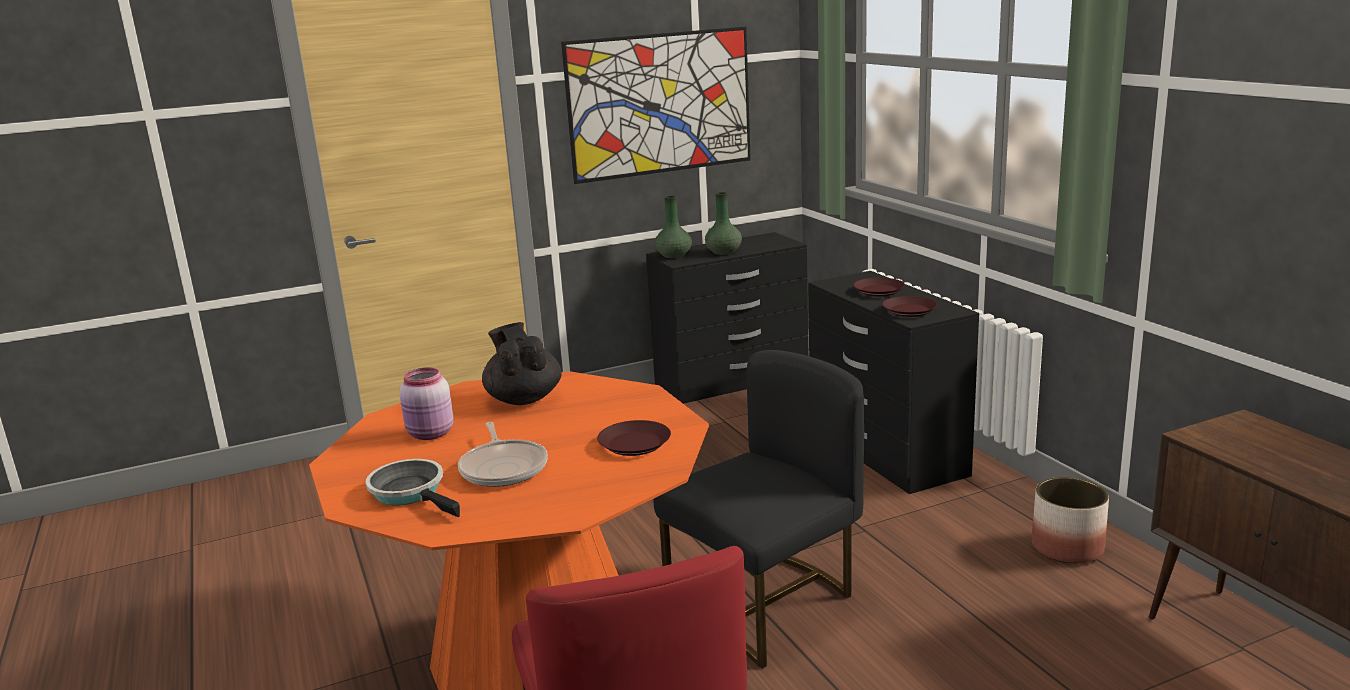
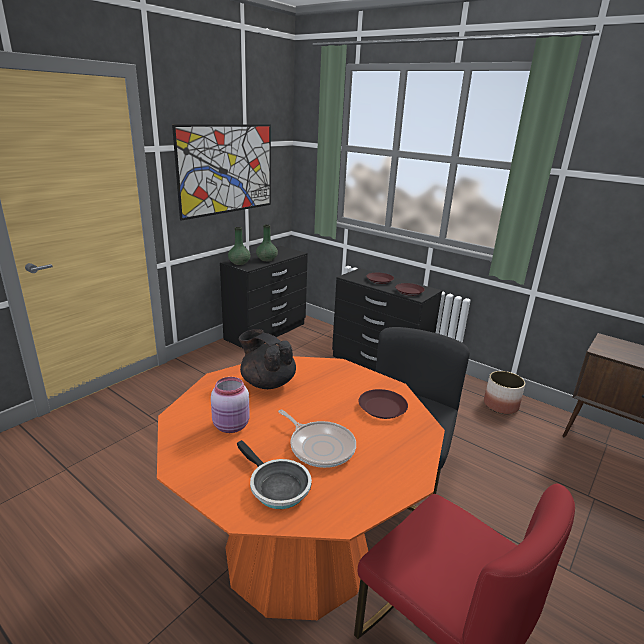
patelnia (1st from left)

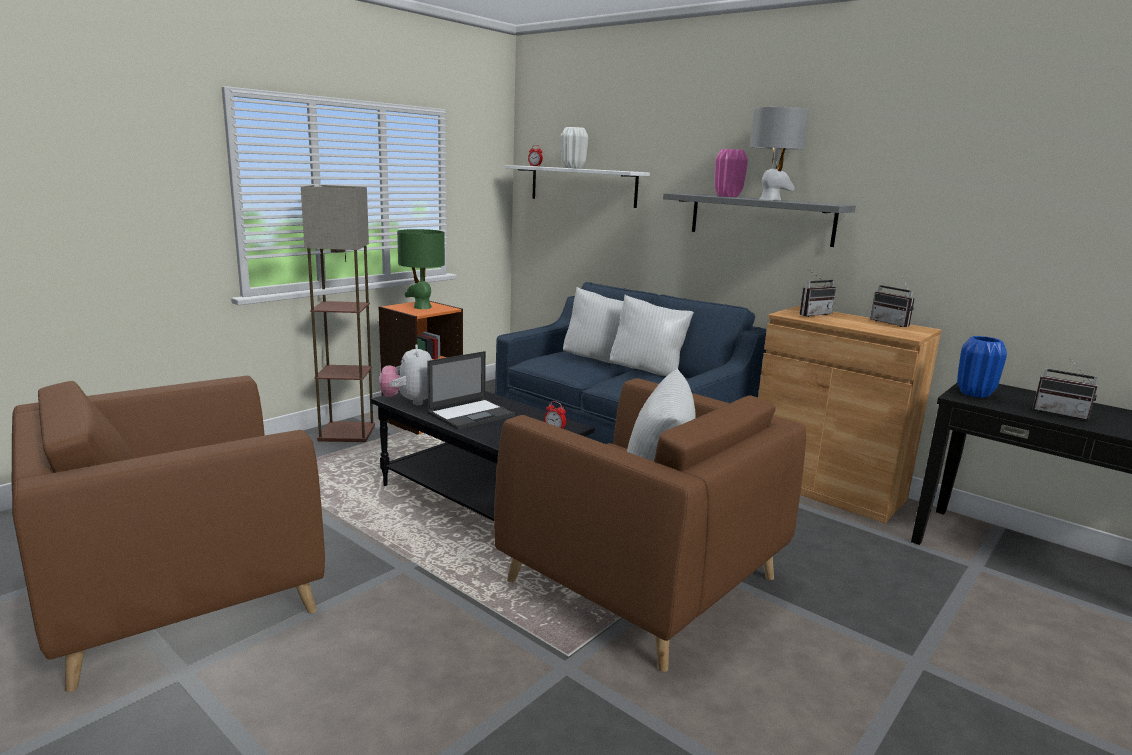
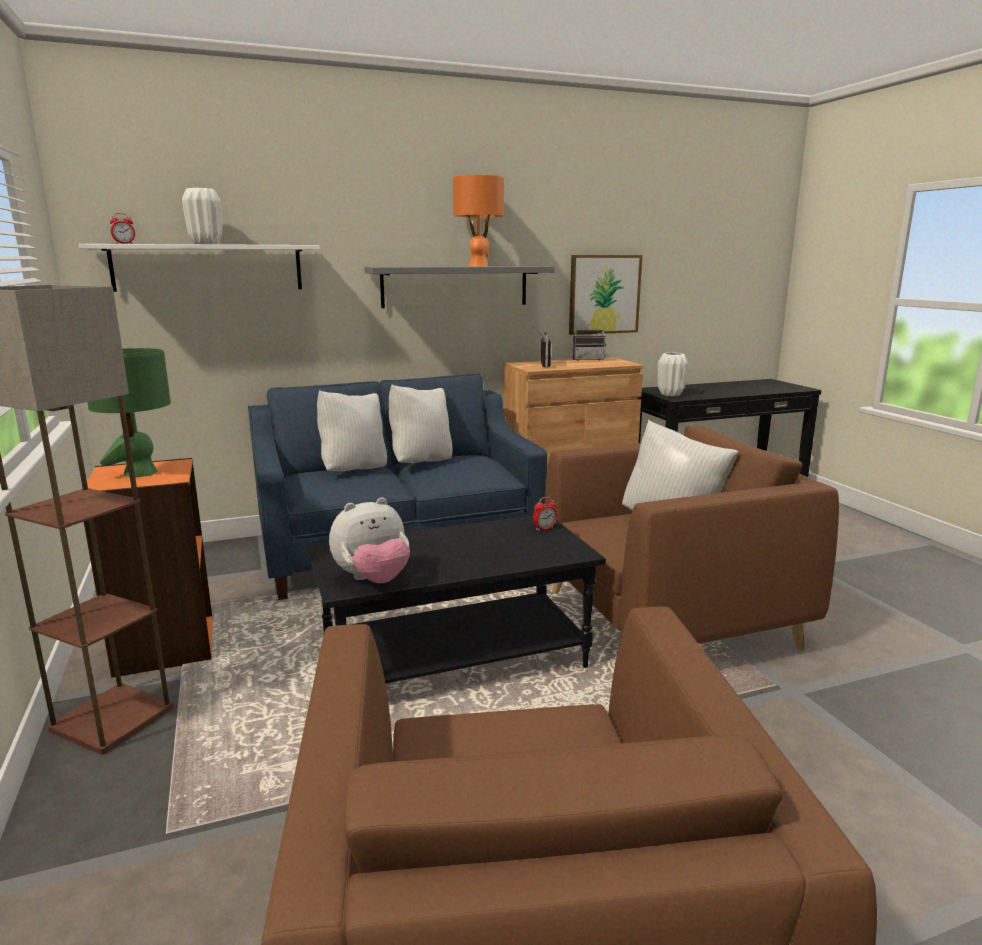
pluszak
lampa stołowa (pomarańczowy)
obraz
wazon (biały) (2nd from left)
laptop
wazon (różowy)
radio (3rd from left in the first image)

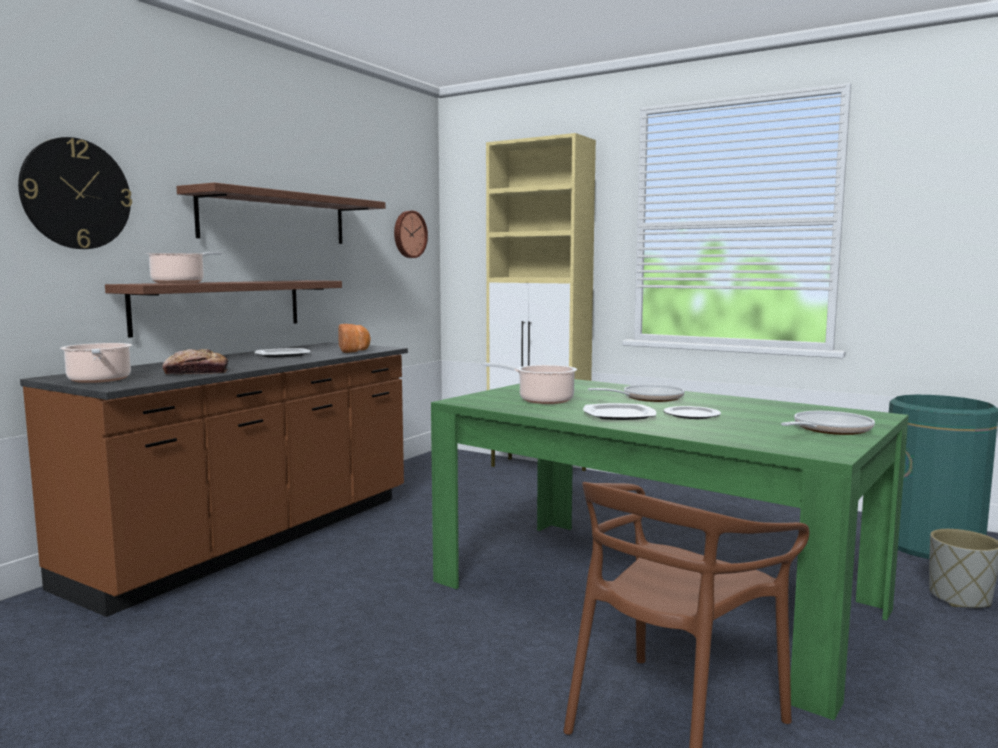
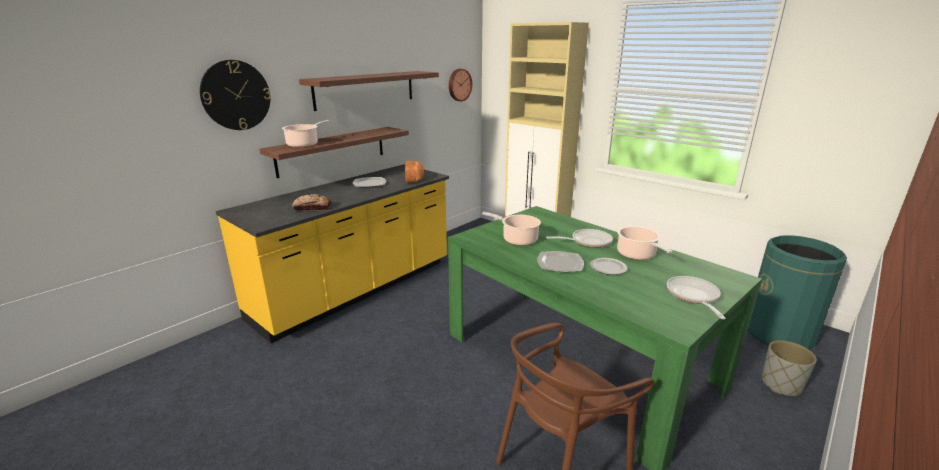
zabudowa kuchenna (żółty)
garnek (3rd from left)
patelnia (2nd from left)

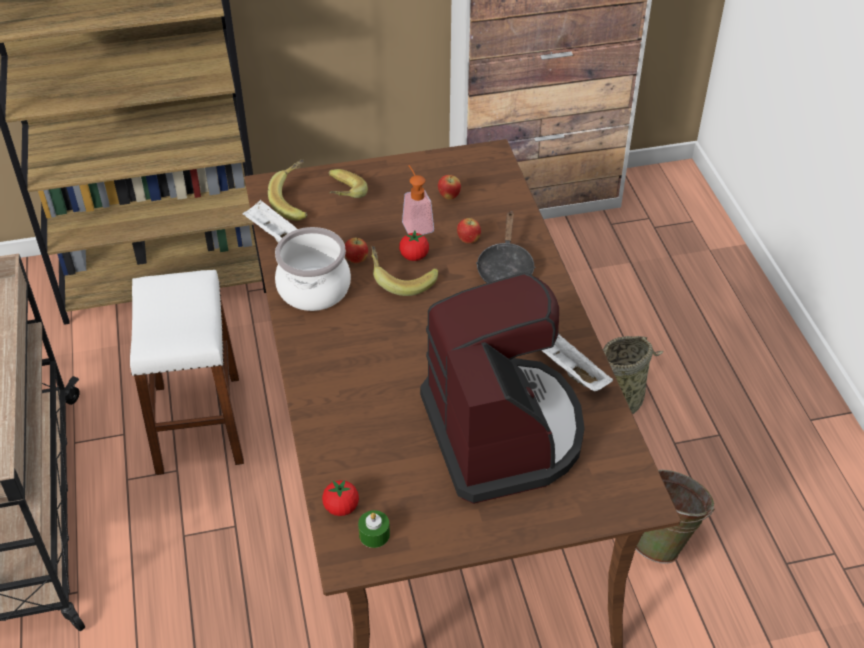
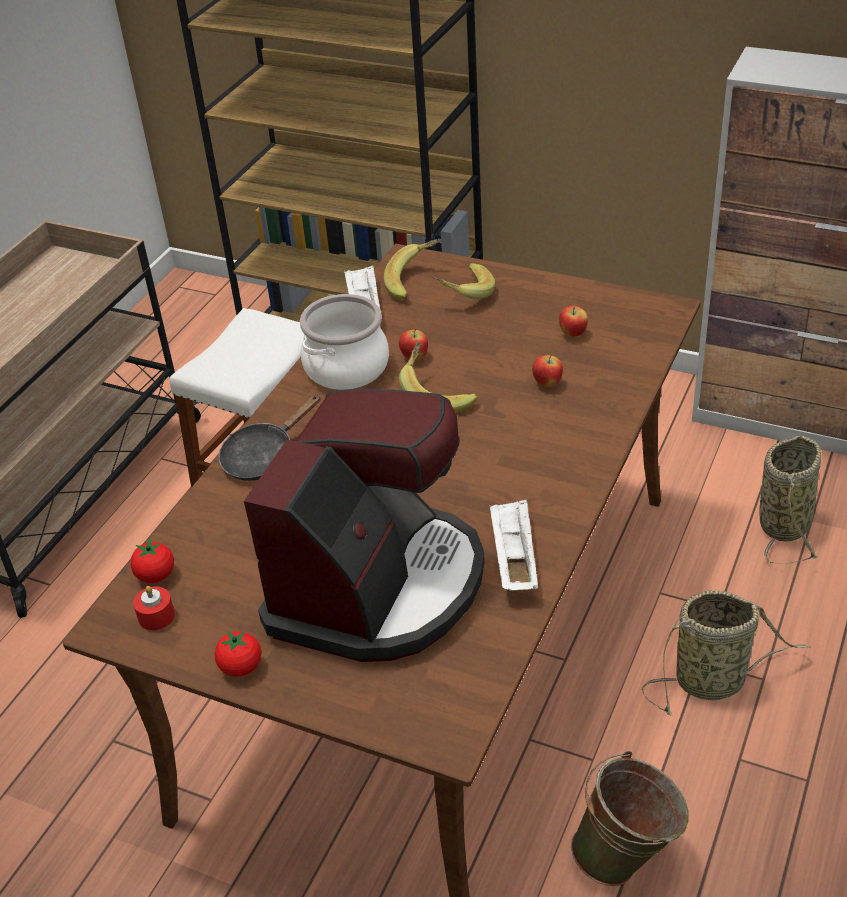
świeca (czerwony)
pomidor (2nd from left)
patelnia (czarny)
koszyk (2nd from left)
dozownik mydła

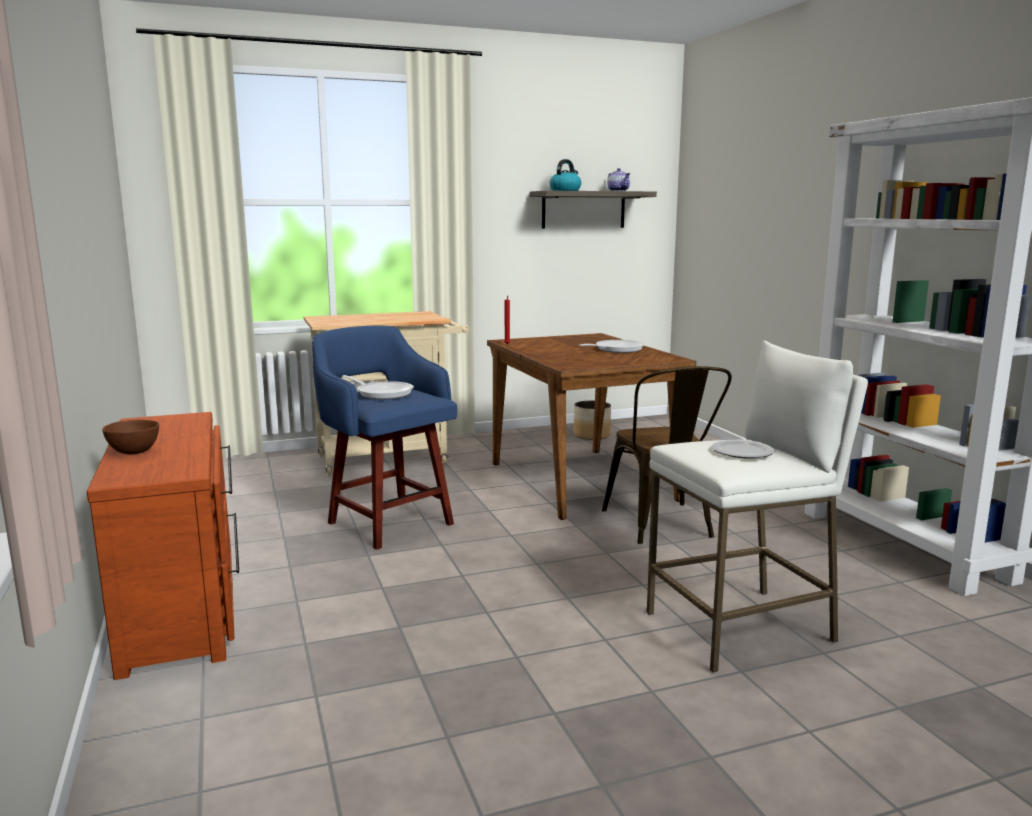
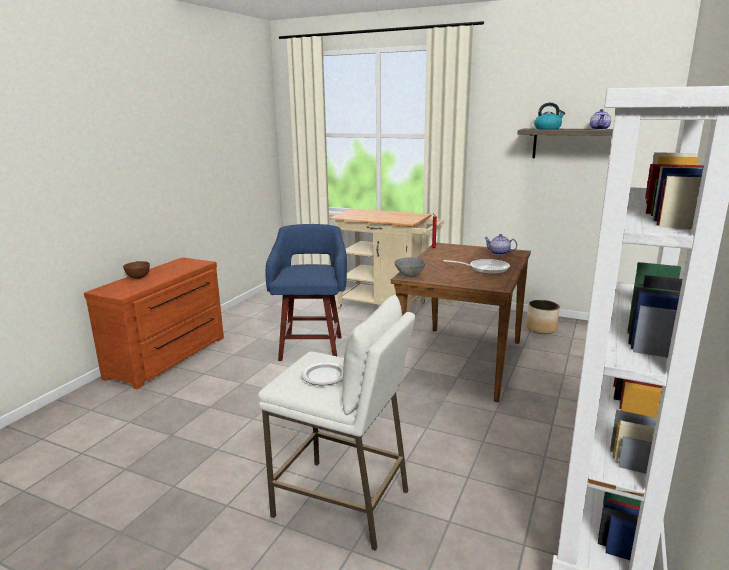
miska (szary)
imbryk (1st from left)
patelnia (1st from left in the first image)
krzesło (brązowy)

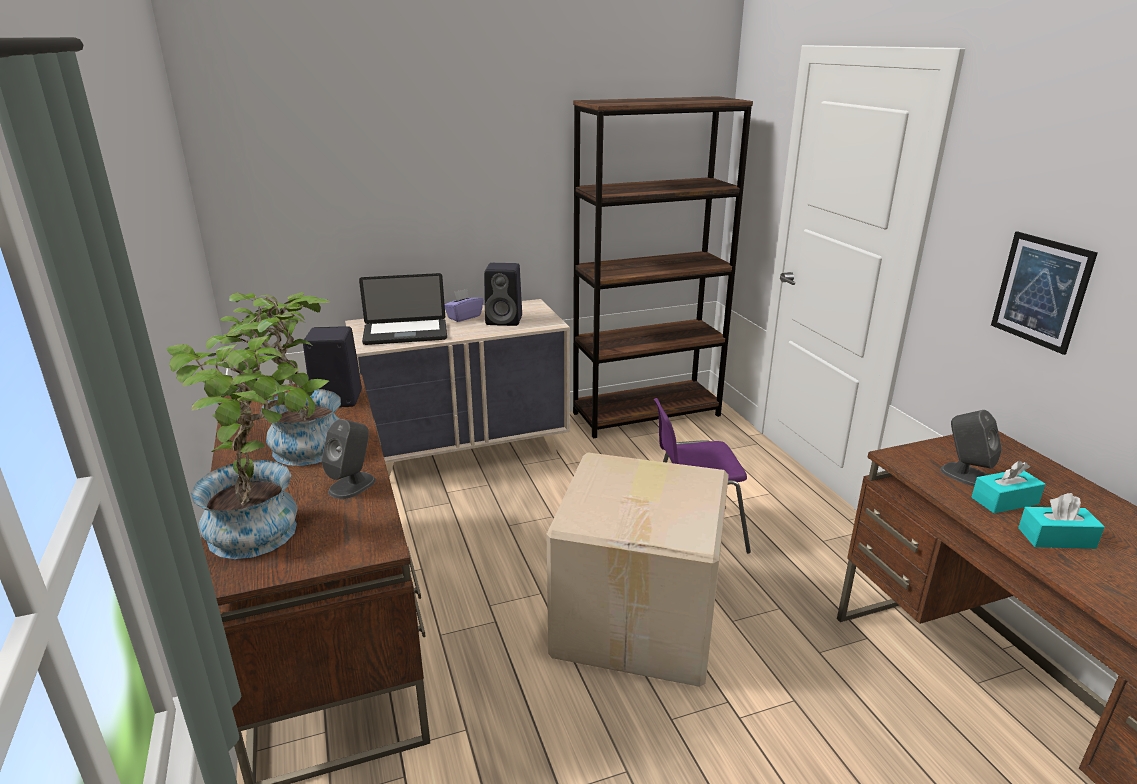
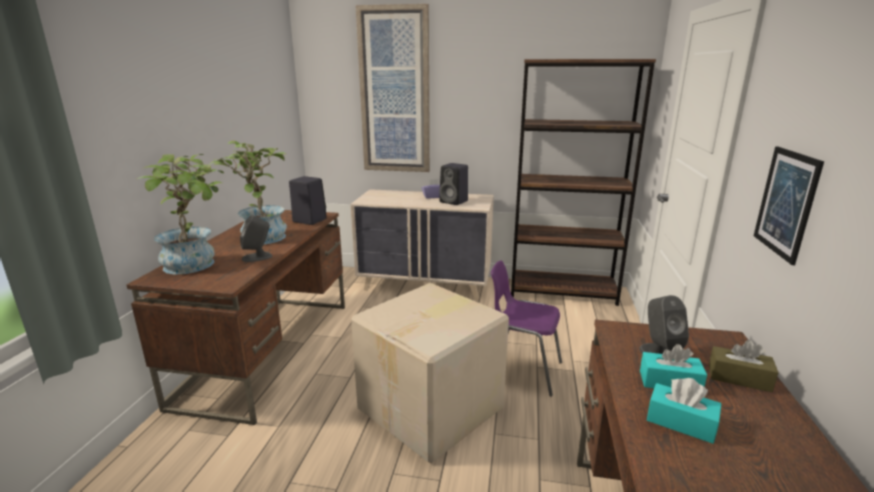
obraz (1st from left)
pudełko chusteczek (brązowy)
laptop

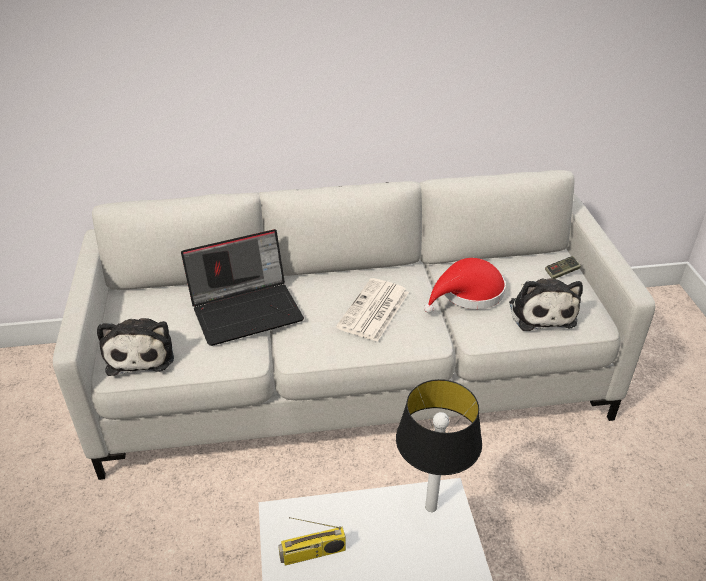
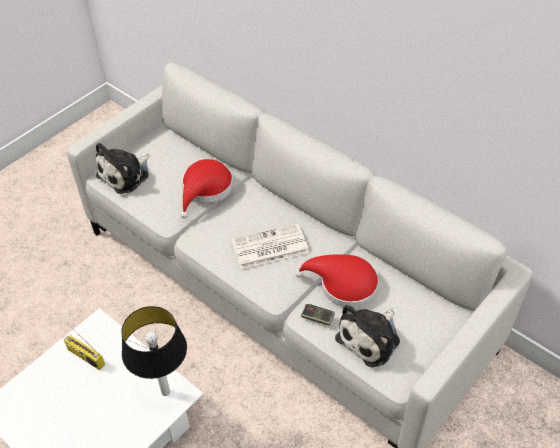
kapelusz (czerwony) (1st from left)
pad do gier

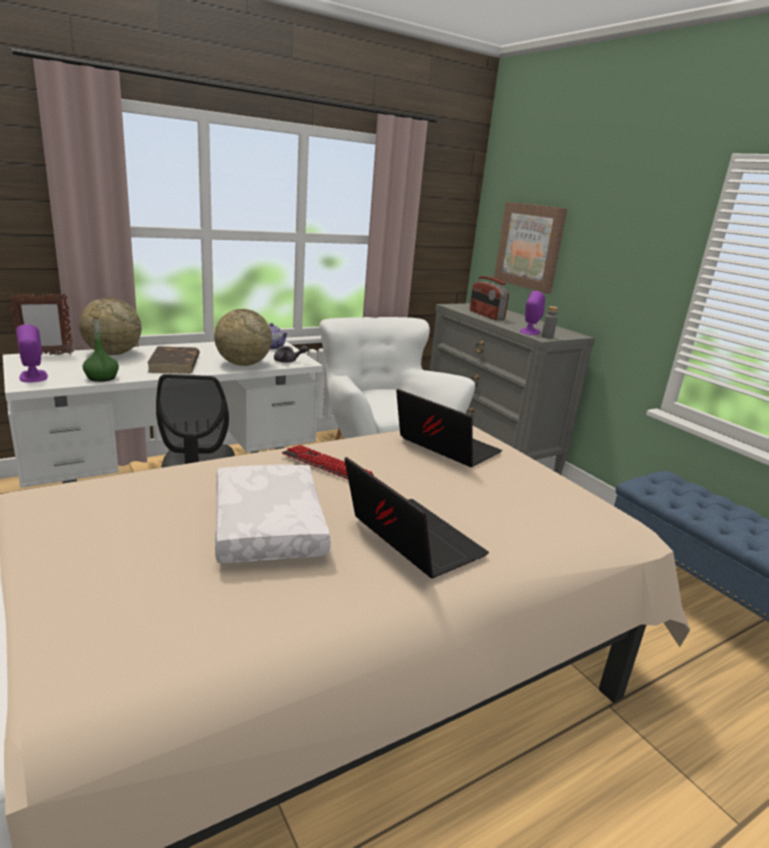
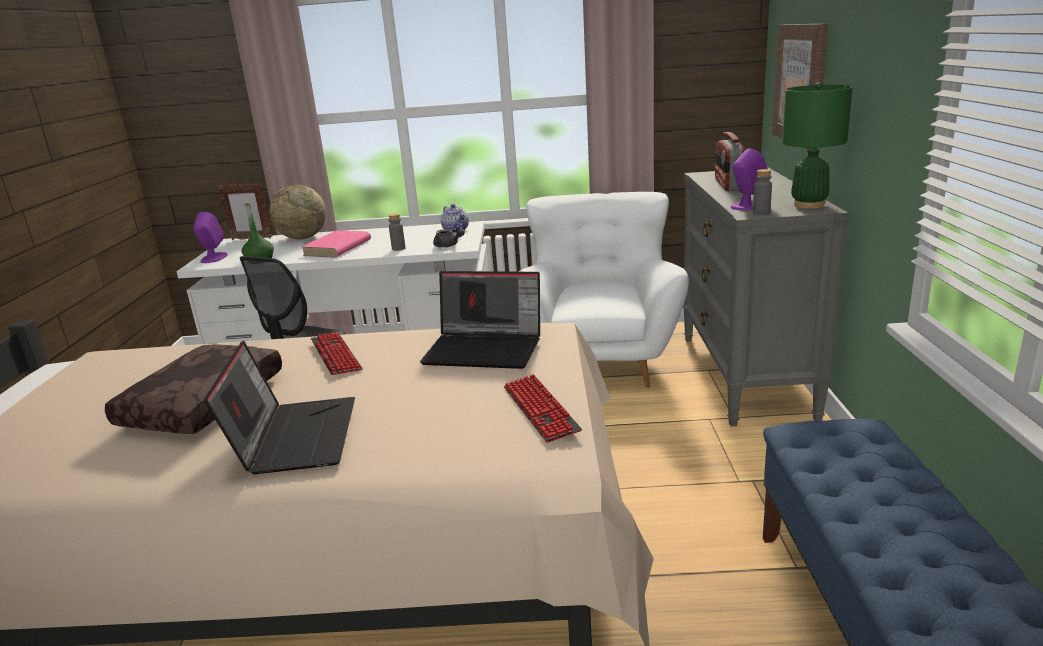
poduszka (brązowy)
książka (różowy)
butelka (szary) (1st from left)
laptop (2nd from left)
klawiatura (2nd from left)
lampa stołowa (zielony)

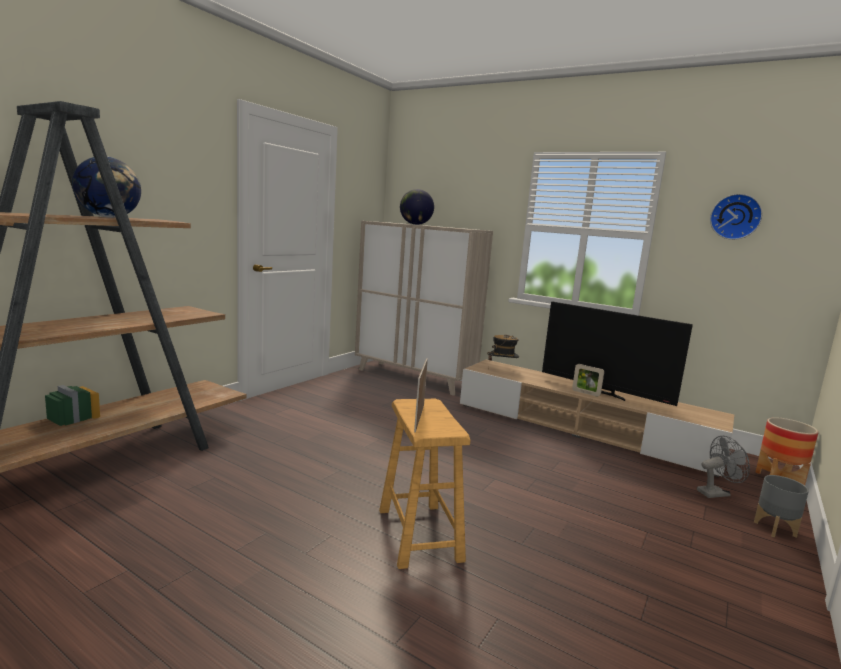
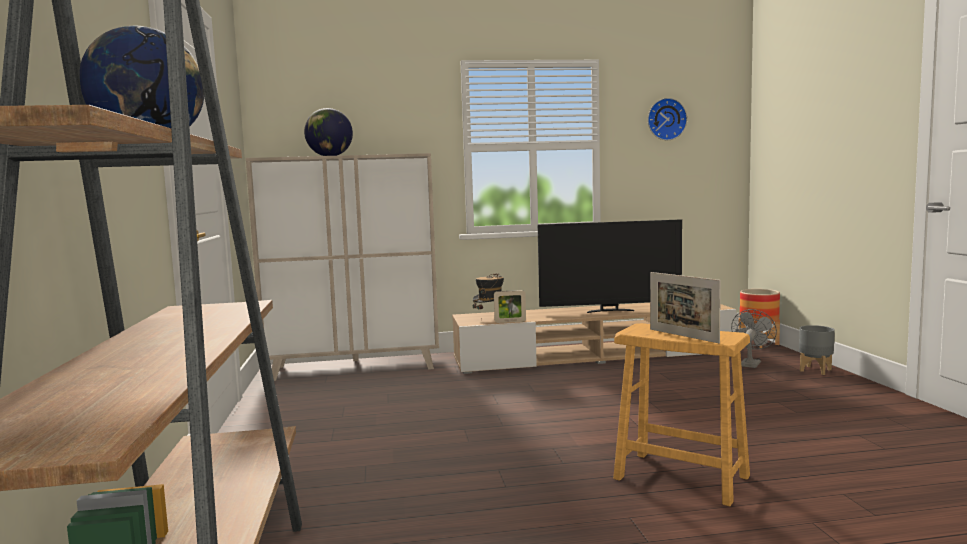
ramka na zdjęcie (1st from left)

